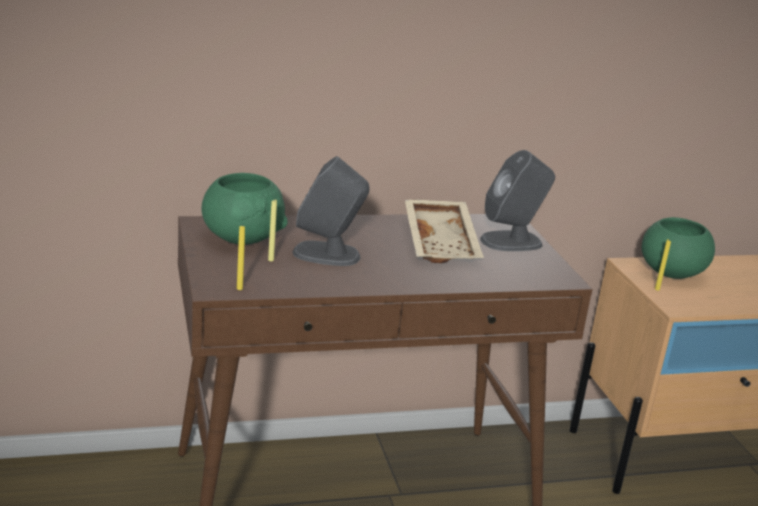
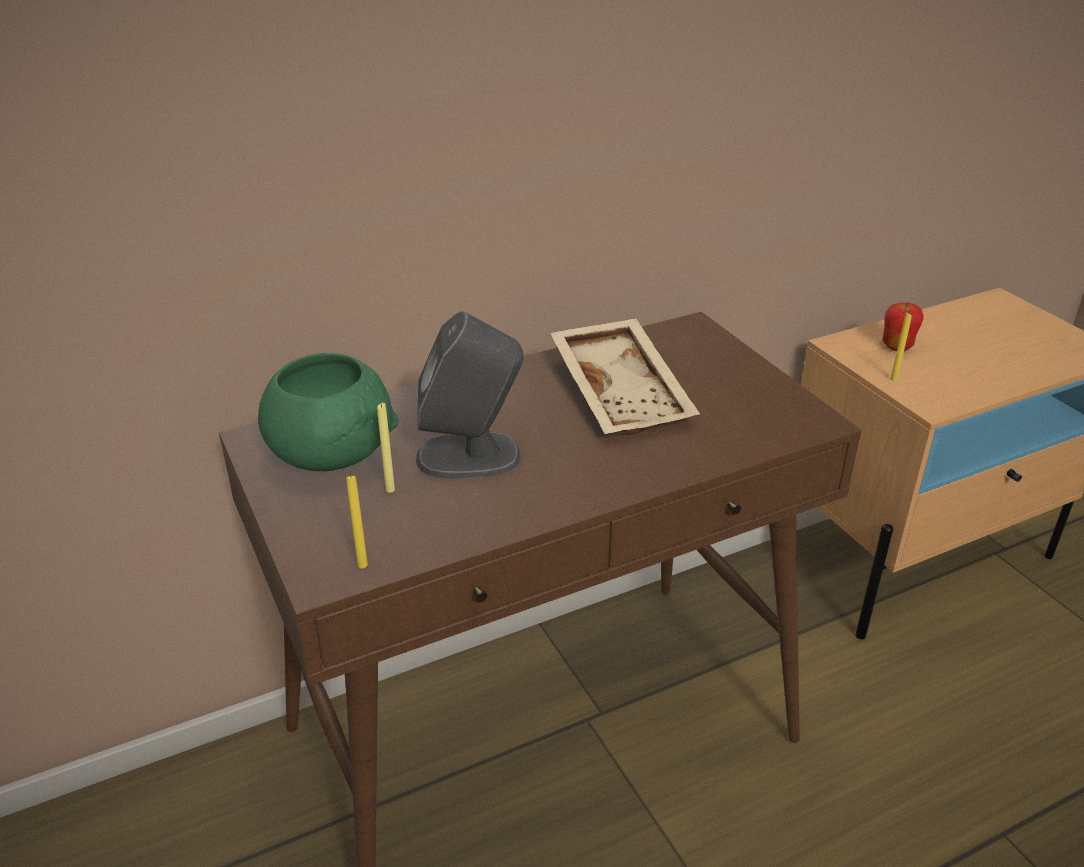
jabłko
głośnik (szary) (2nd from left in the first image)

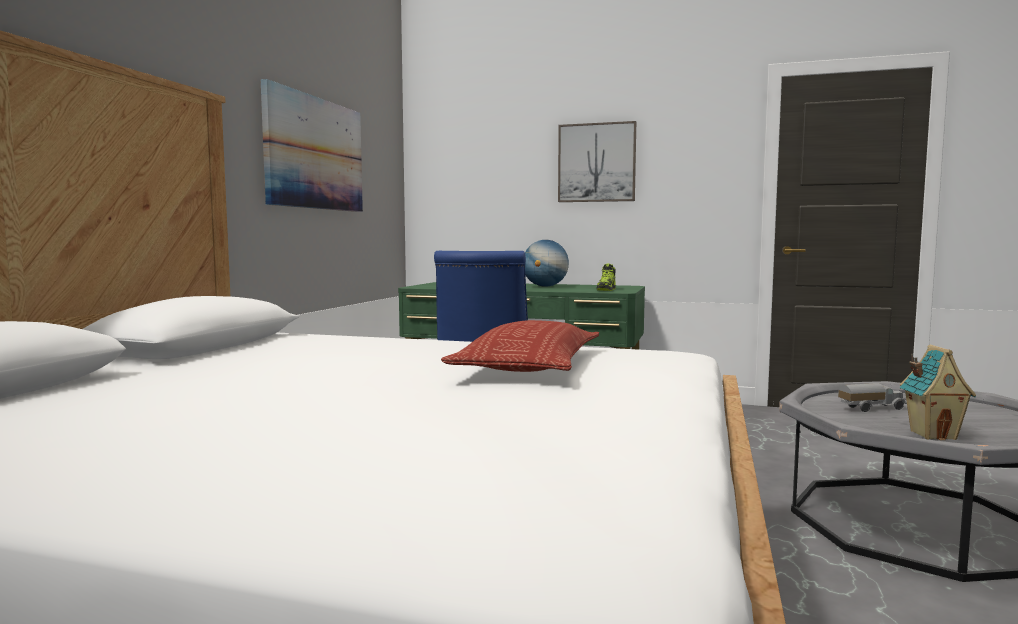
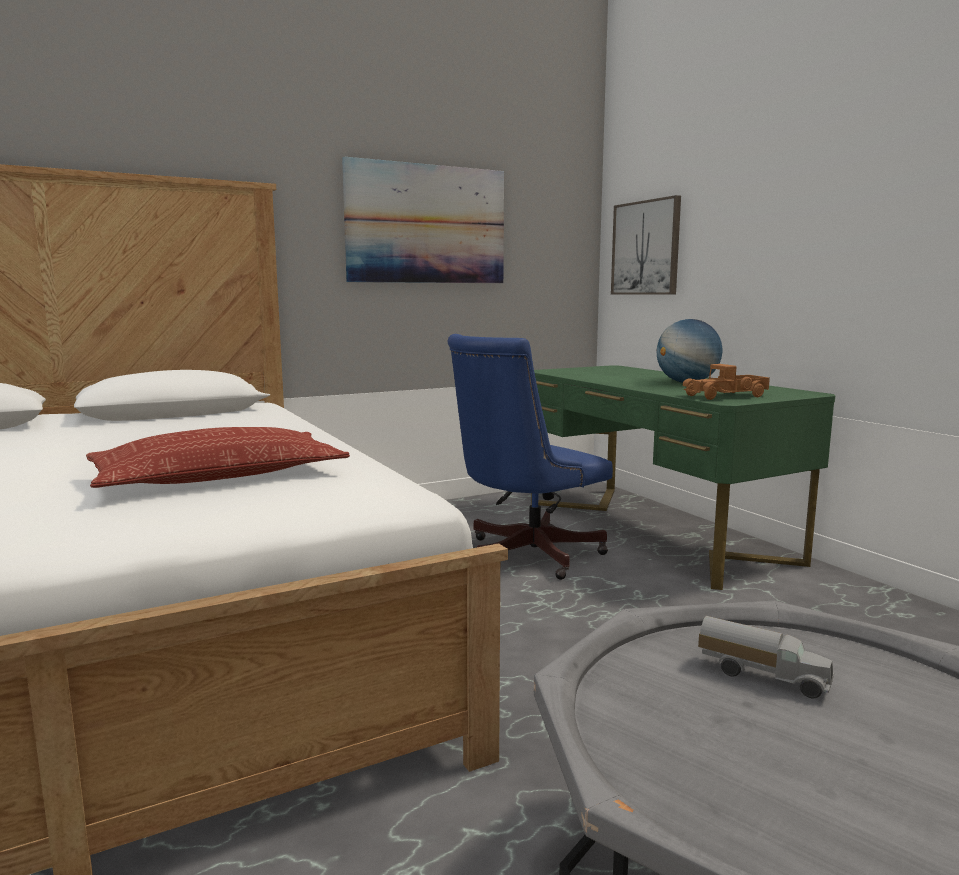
obraz (2nd from left)
ciężarówka zabawkowa (1st from left)
domek

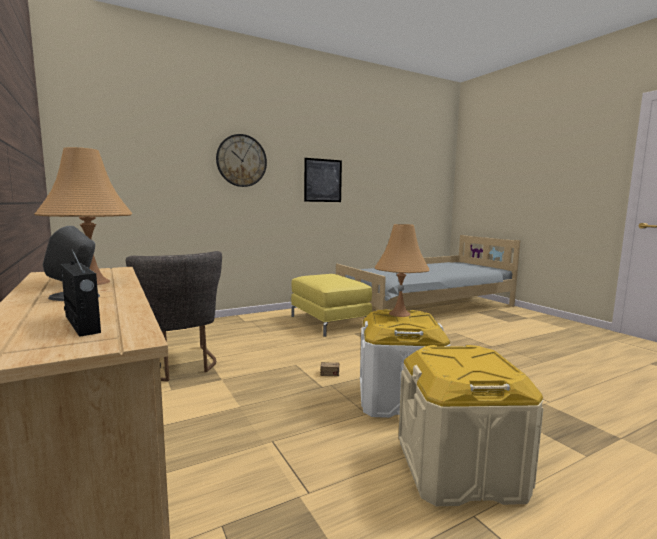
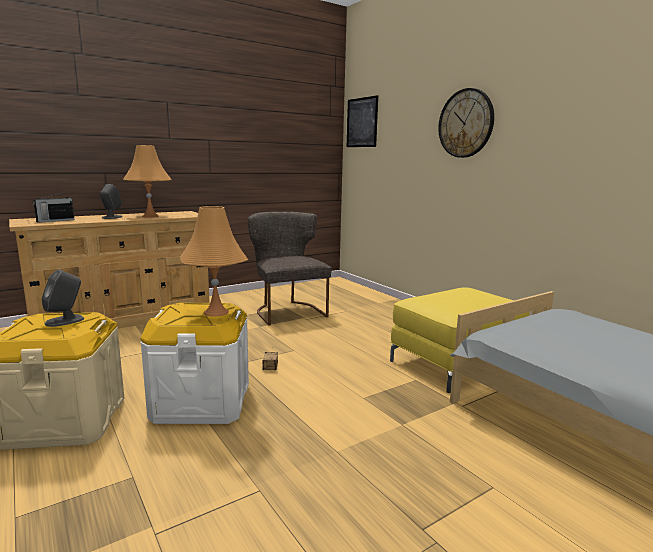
głośnik (szary) (1st from left)
krzesło (szary)
obraz

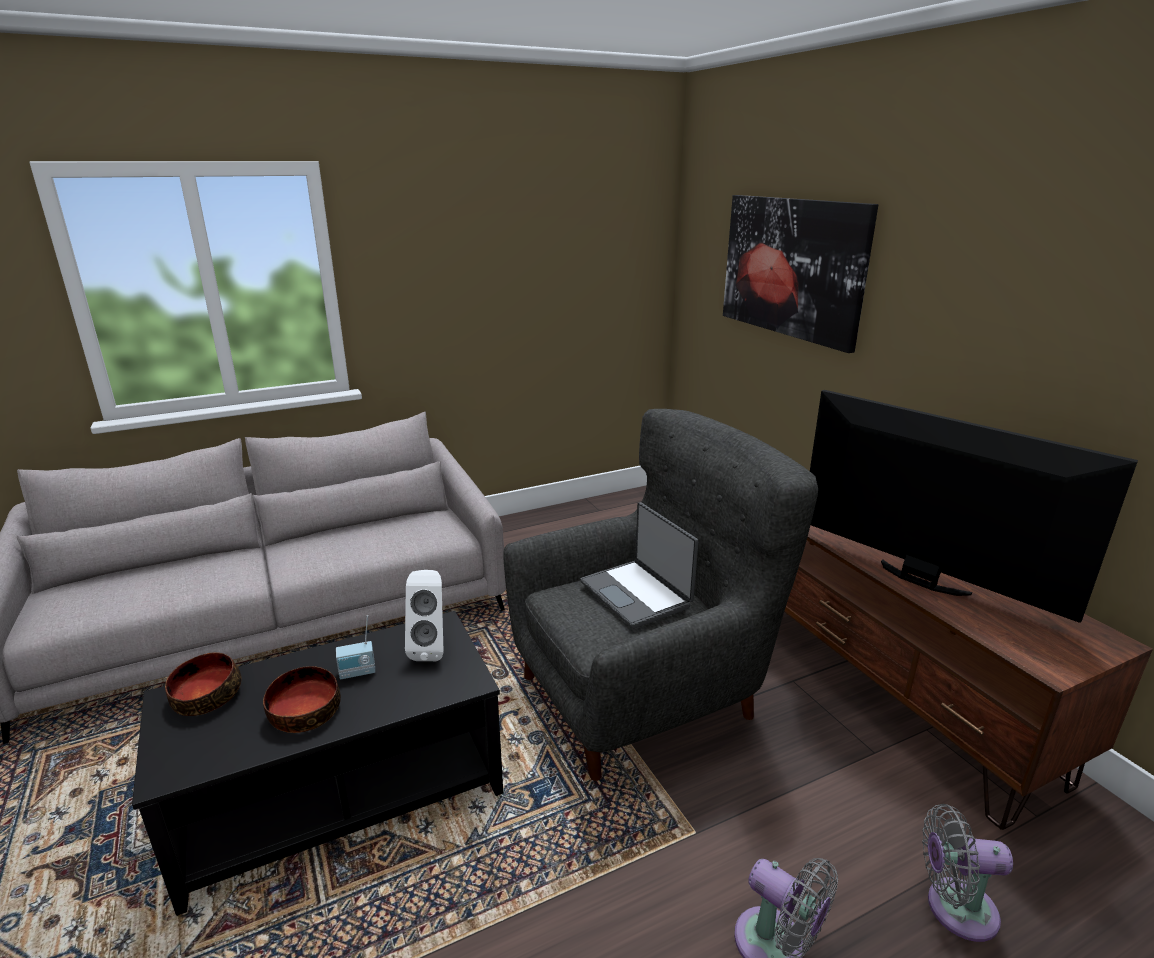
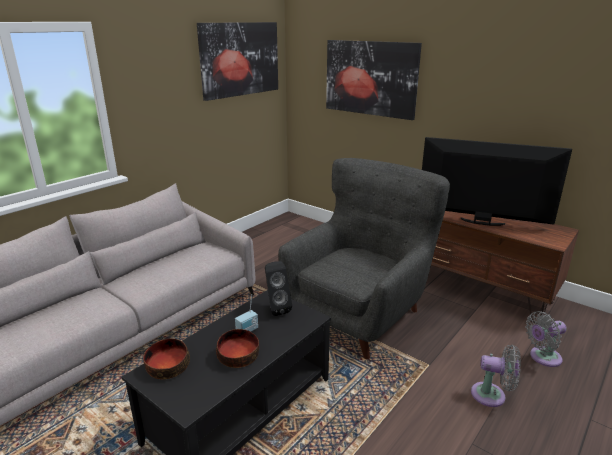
obraz (1st from left)
głośnik (czarny)
laptop

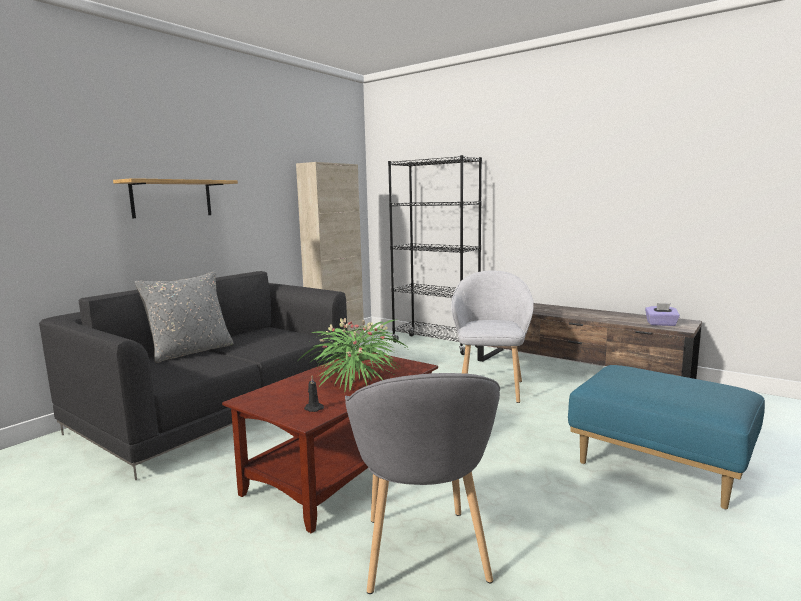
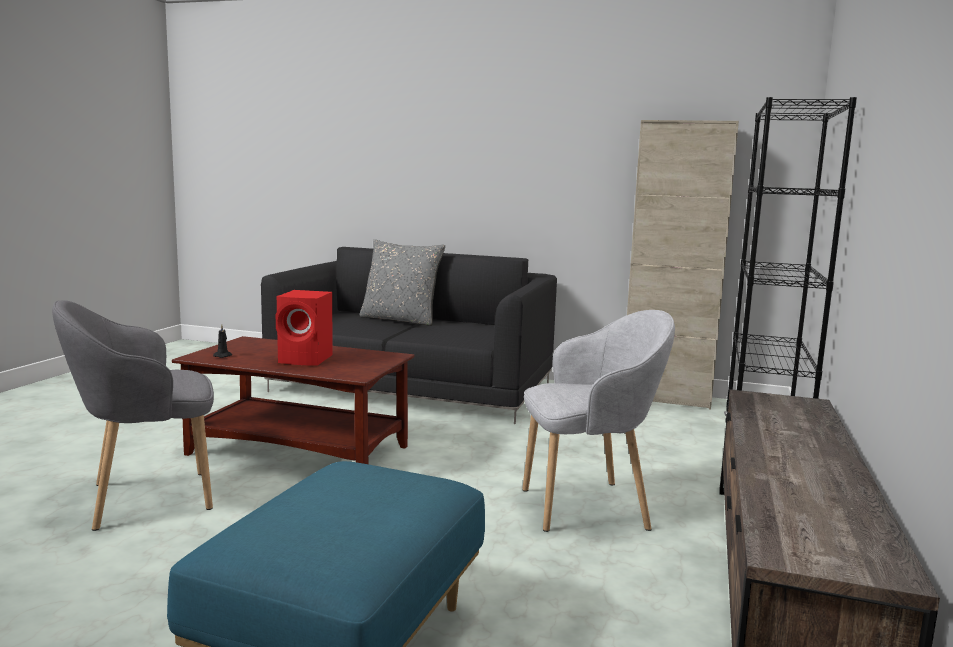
głośnik (czerwony)
półka
pudełko chusteczek (fioletowy)

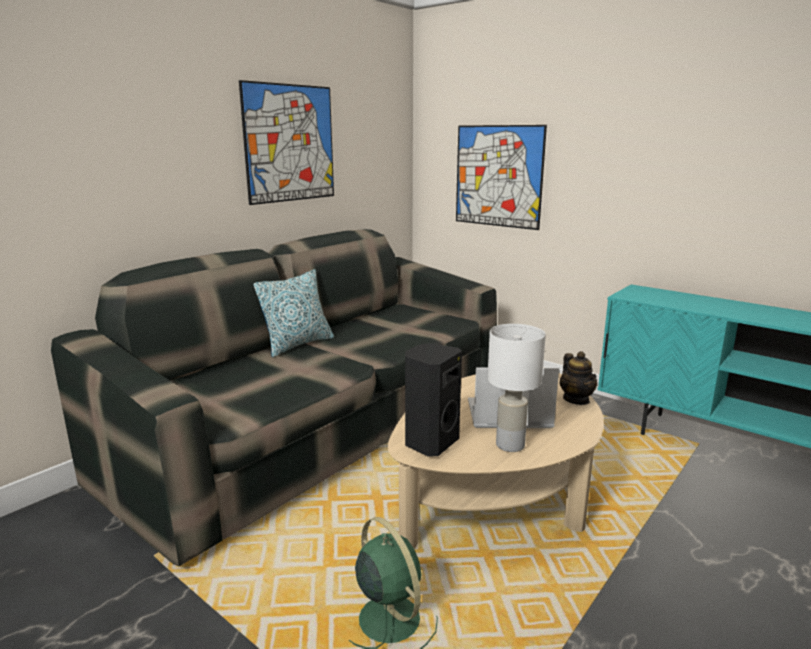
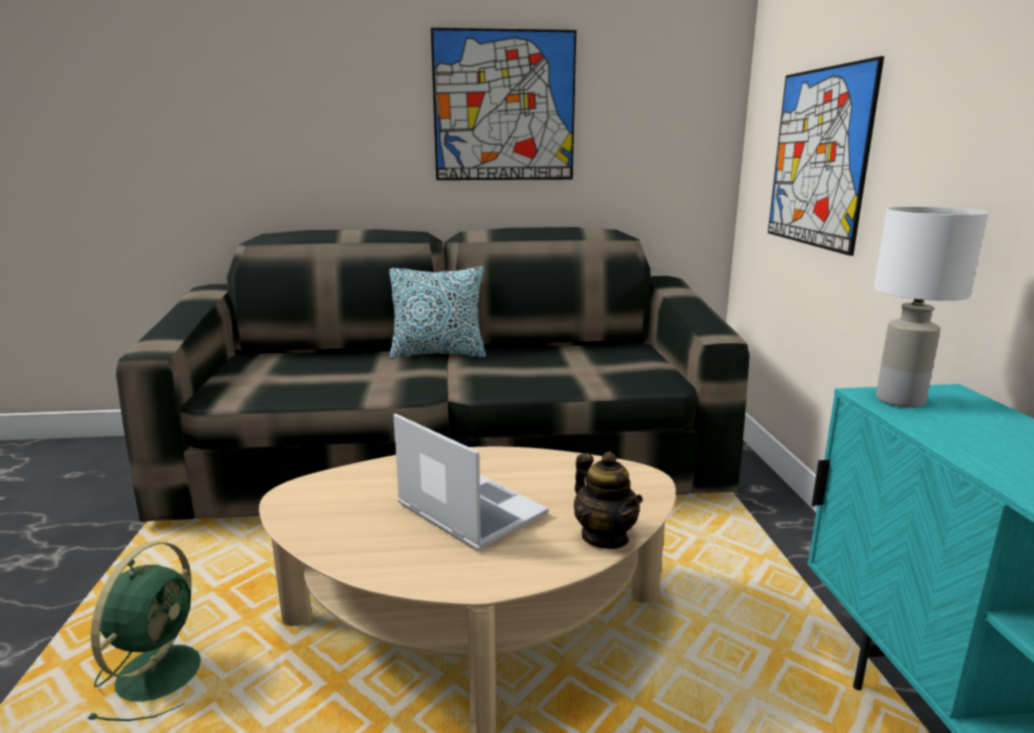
imbryk
lampa stołowa (biały)
głośnik (czarny)

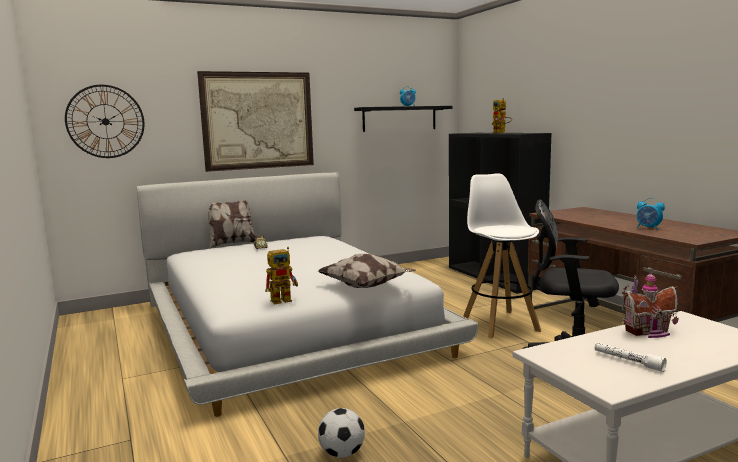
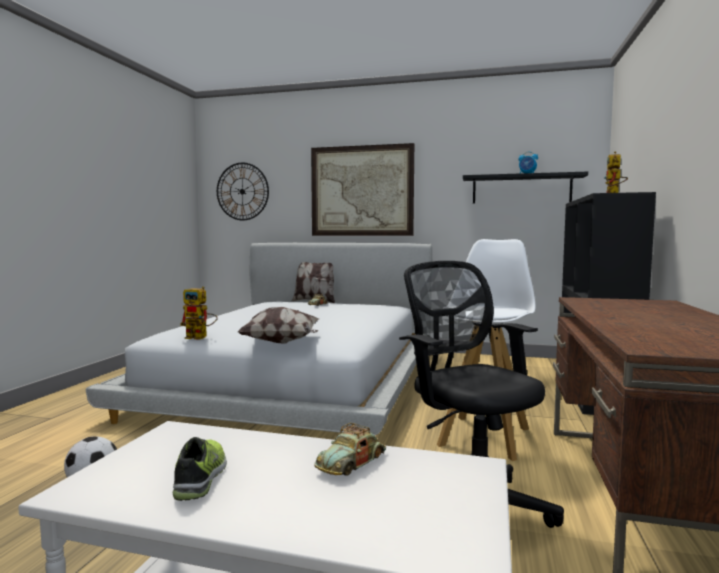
but
samochodzik (2nd from left)
budzik (2nd from left in the first image)

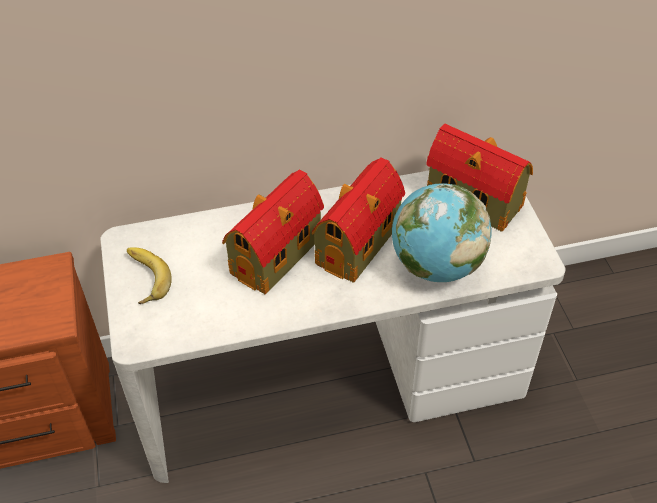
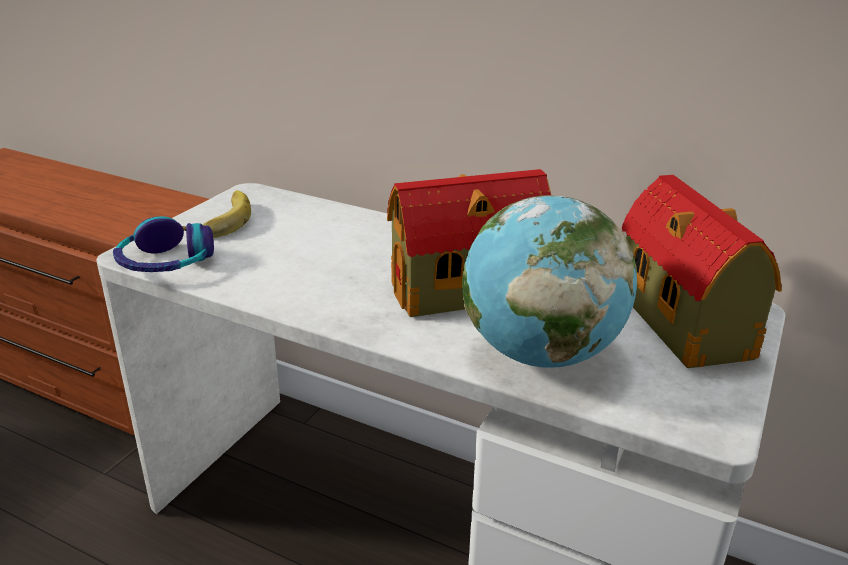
słuchawki
domek (1st from left in the first image)

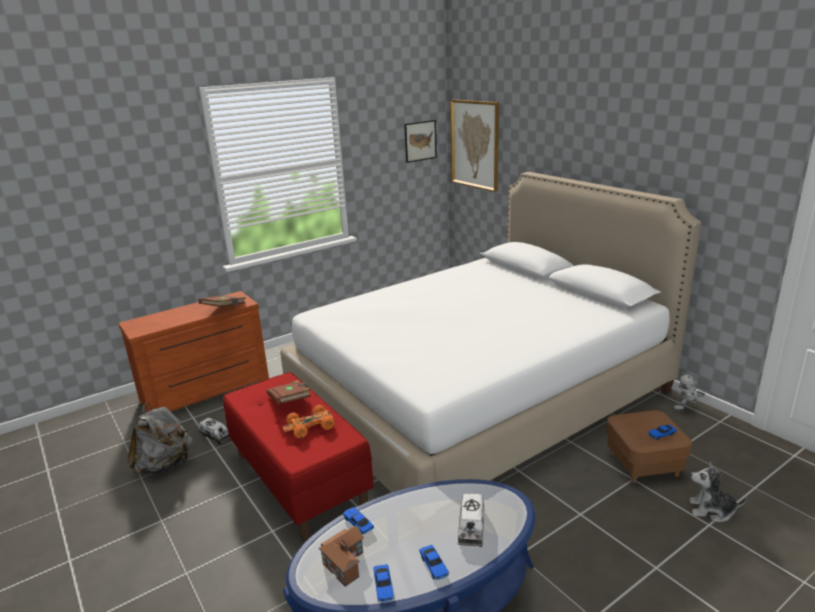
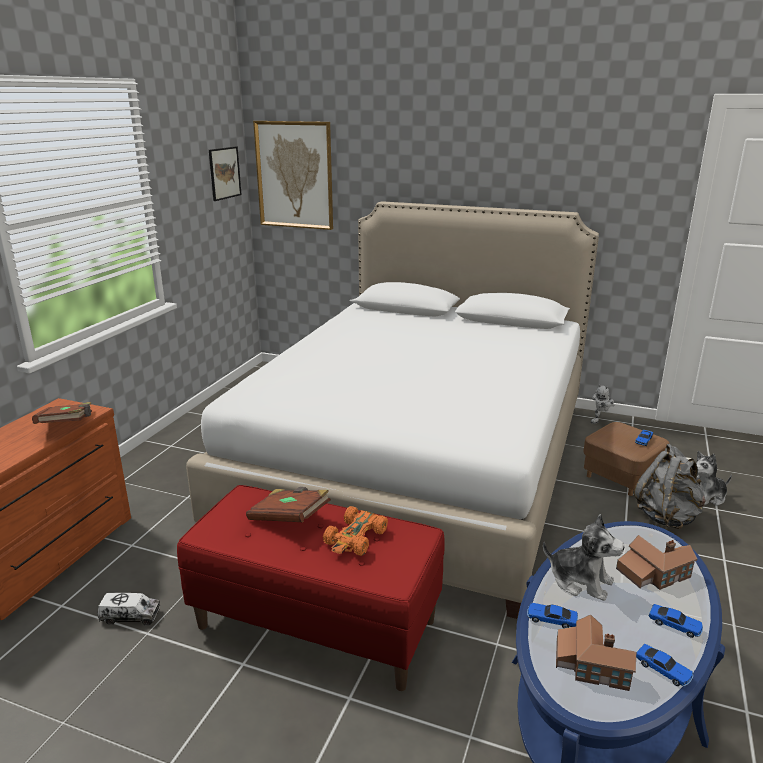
pluszak (1st from left)
domek (2nd from left)
plecak (szary)

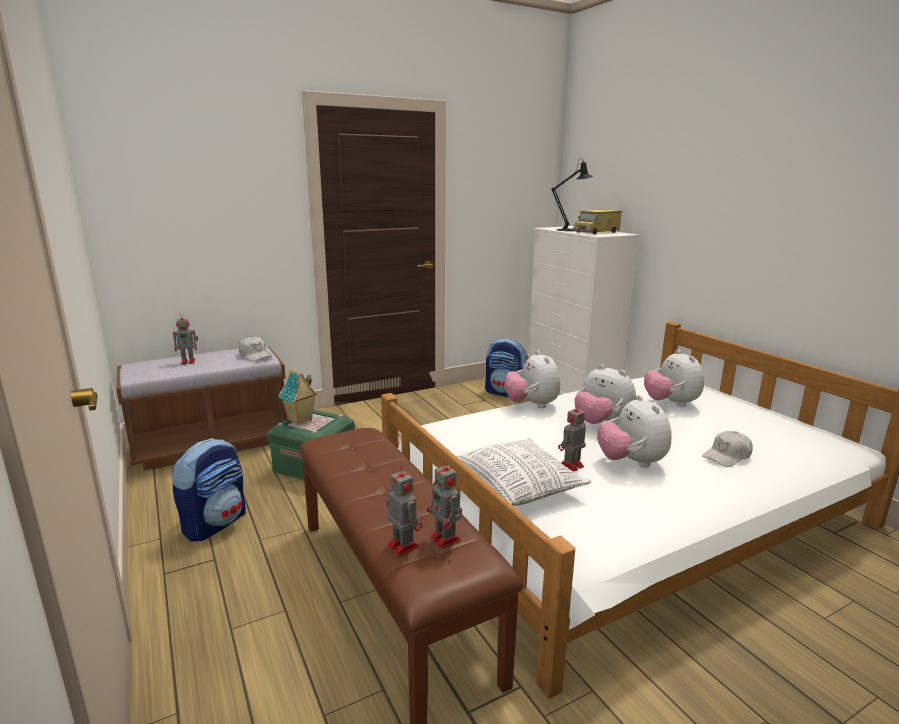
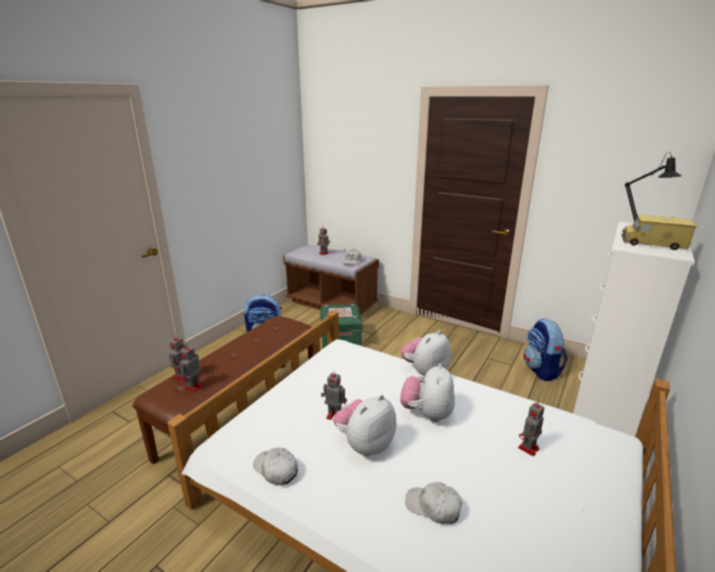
czapka z daszkiem (biały) (1st from left)
robot zabawkowy (5th from left)
domek
poduszka

